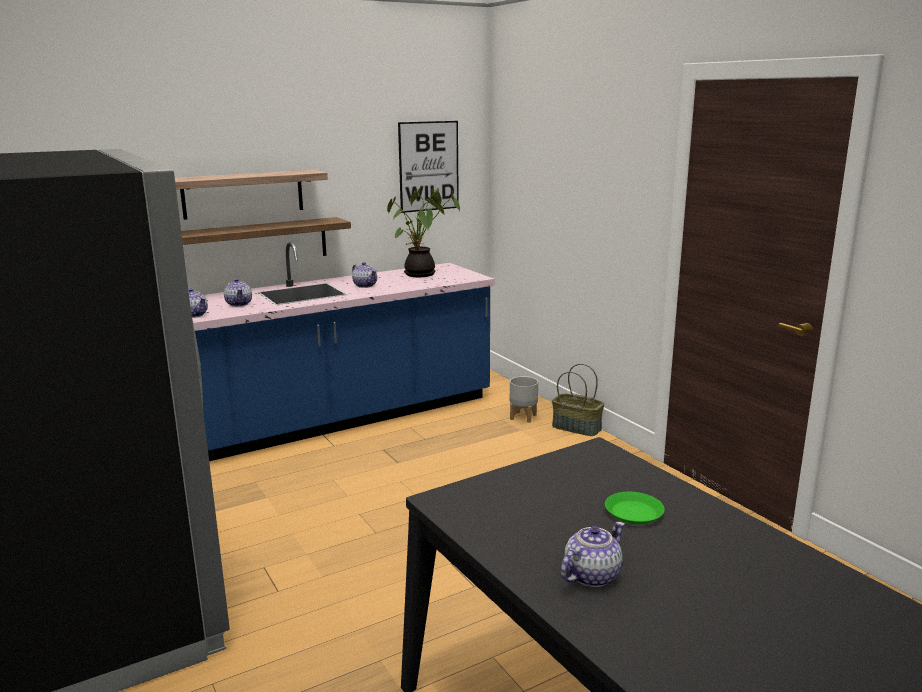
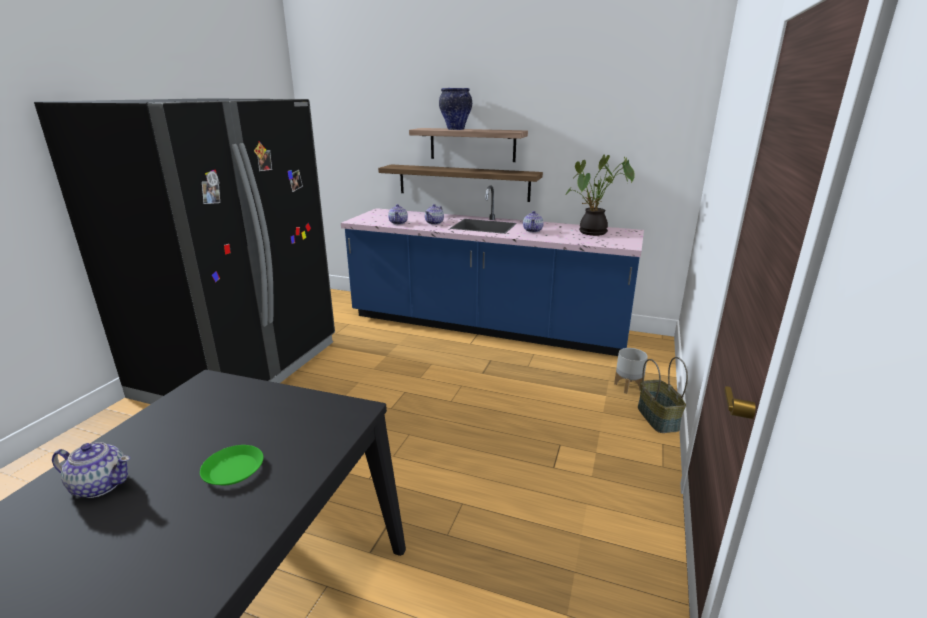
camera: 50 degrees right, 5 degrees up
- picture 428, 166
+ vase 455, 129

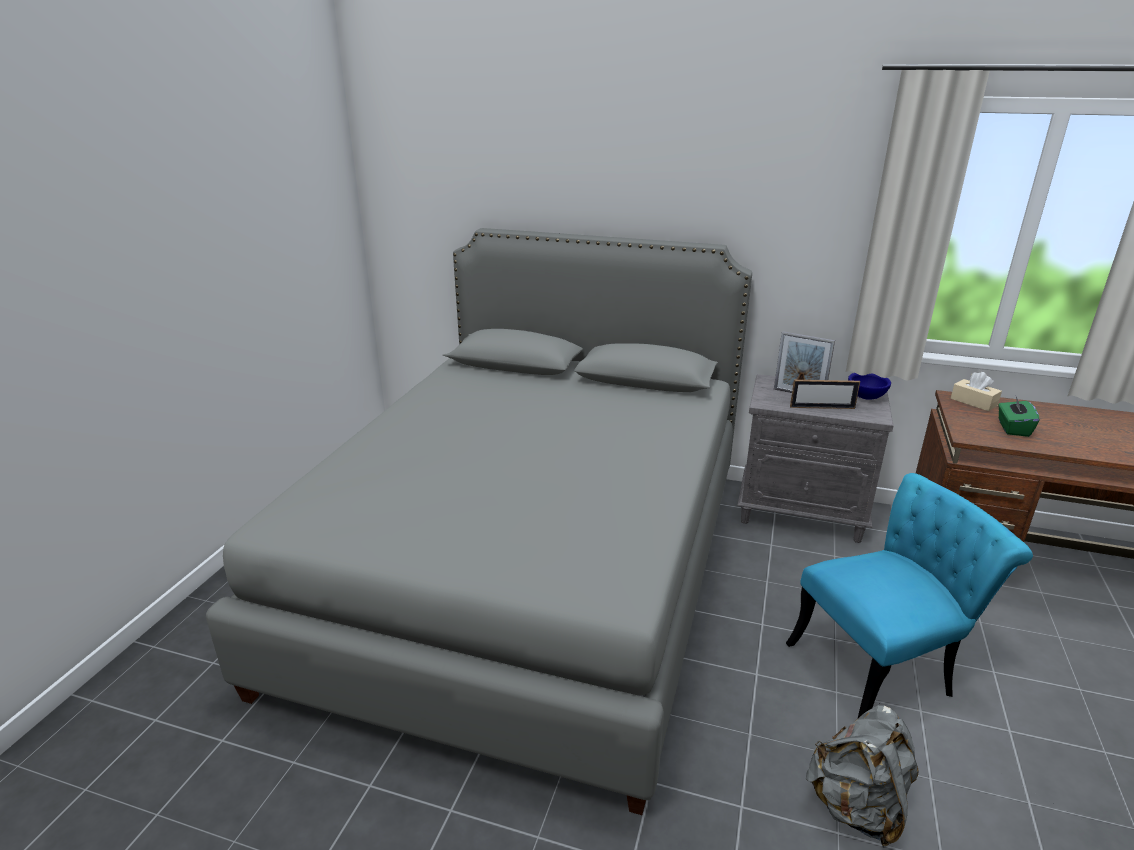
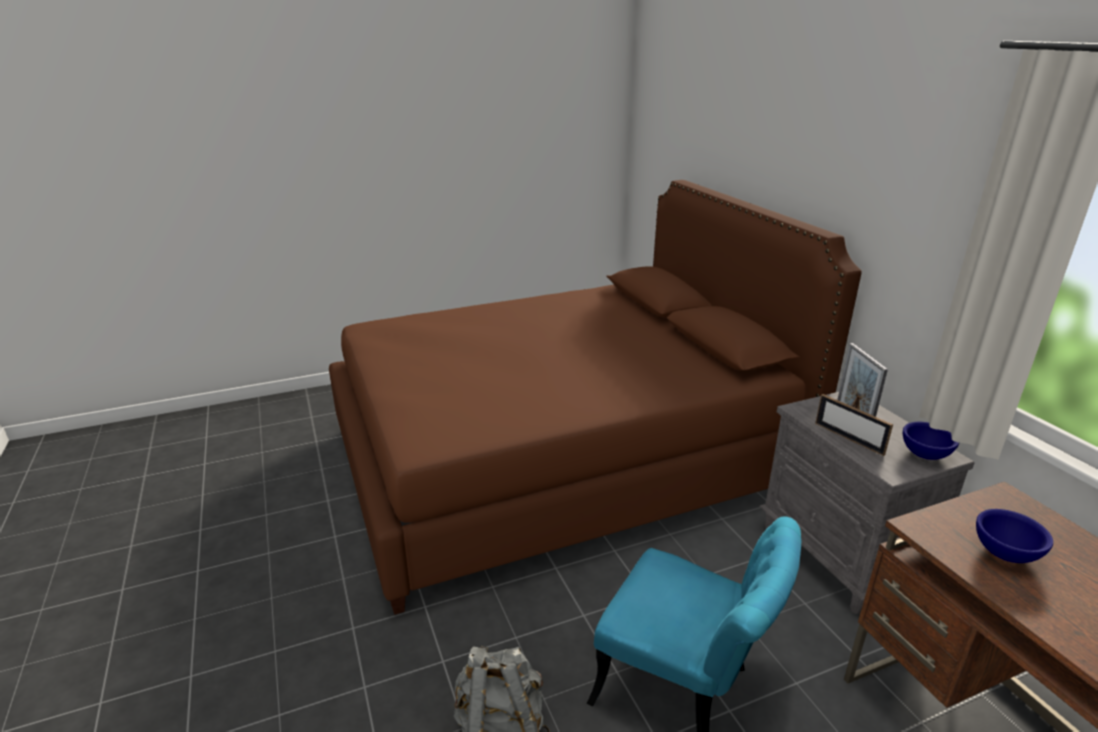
camera: 50 degrees right, 0 degrees up
- tissue box (beige) 973, 402
~ tissue box (green) 1012, 428 to bowl (blue) 1005, 554
~ bed (grey) 531, 569 to bed (brown) 559, 459

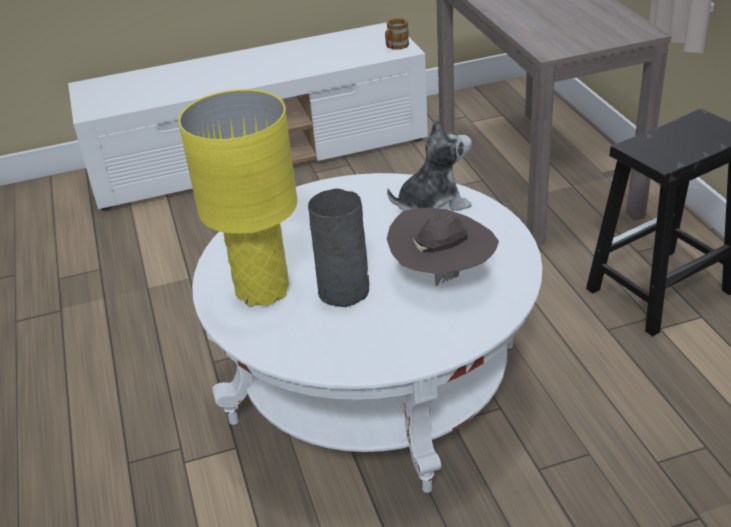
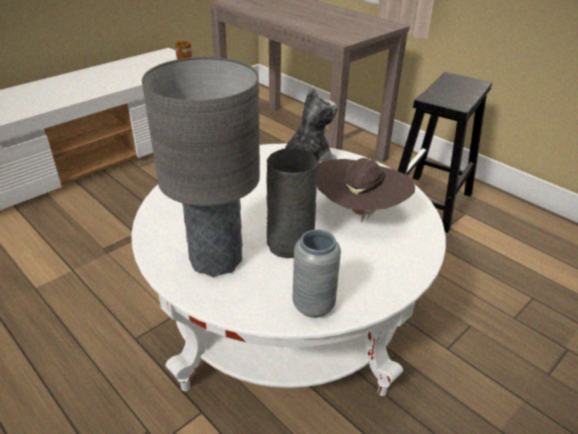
camera: 30 degrees left, 0 degrees up
+ vase (grey) 313, 305
~ table lamp (yellow) 261, 290 to table lamp (grey) 215, 260

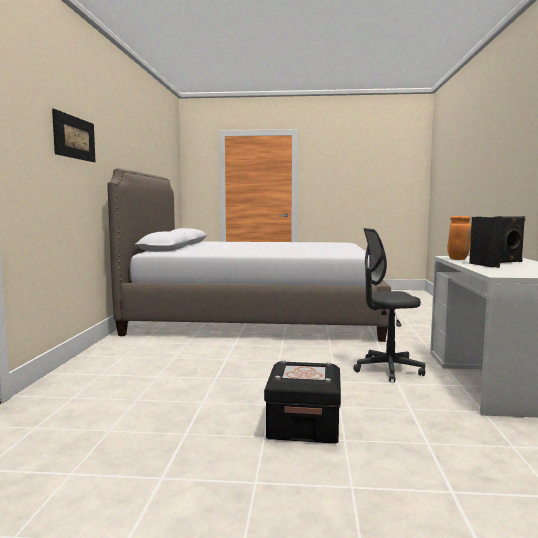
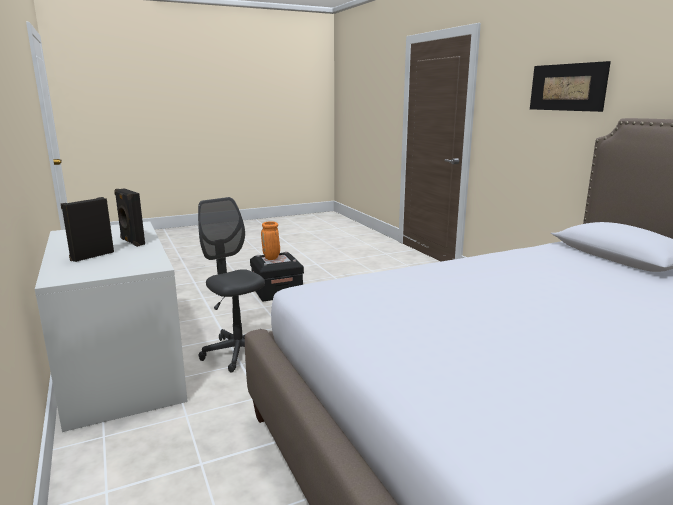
camera: 150 degrees right, 10 degrees up
~ vase (orange) 457, 259 to 271, 258
~ office chair (grey) 388, 370 = 238, 353 90 degrees counterclockwise

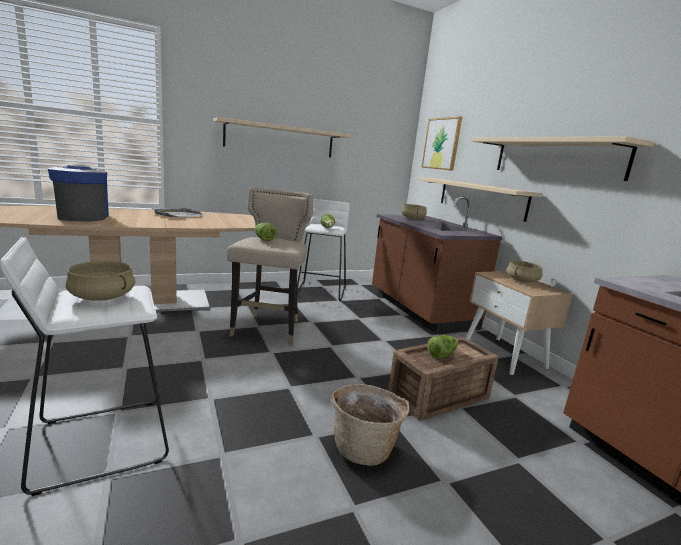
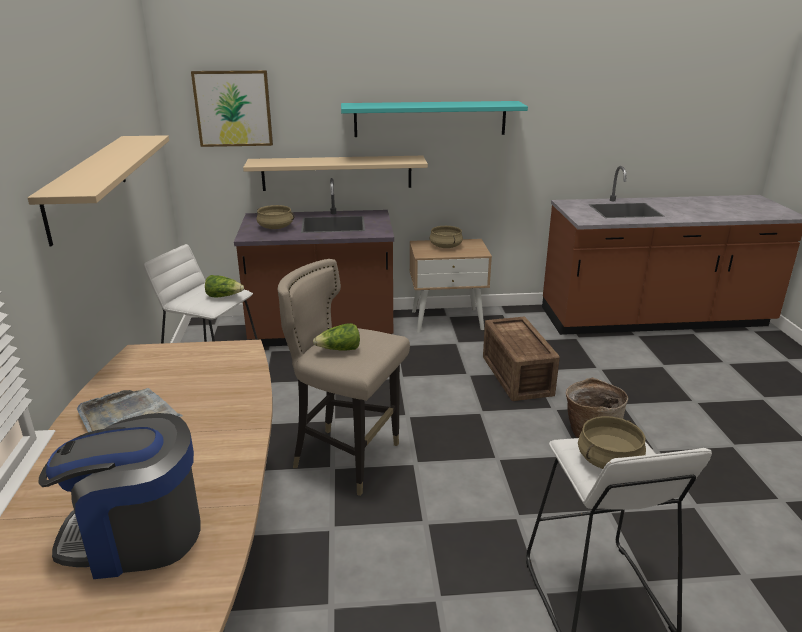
camera: 70 degrees left, 10 degrees up
- lettuce 441, 354
~ shelf (beige) 556, 158 to shelf (turquoise) 430, 119

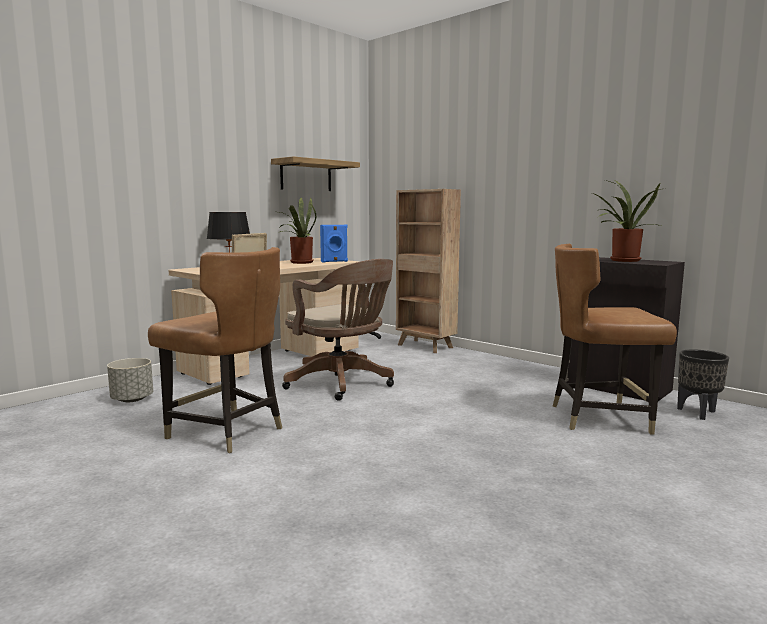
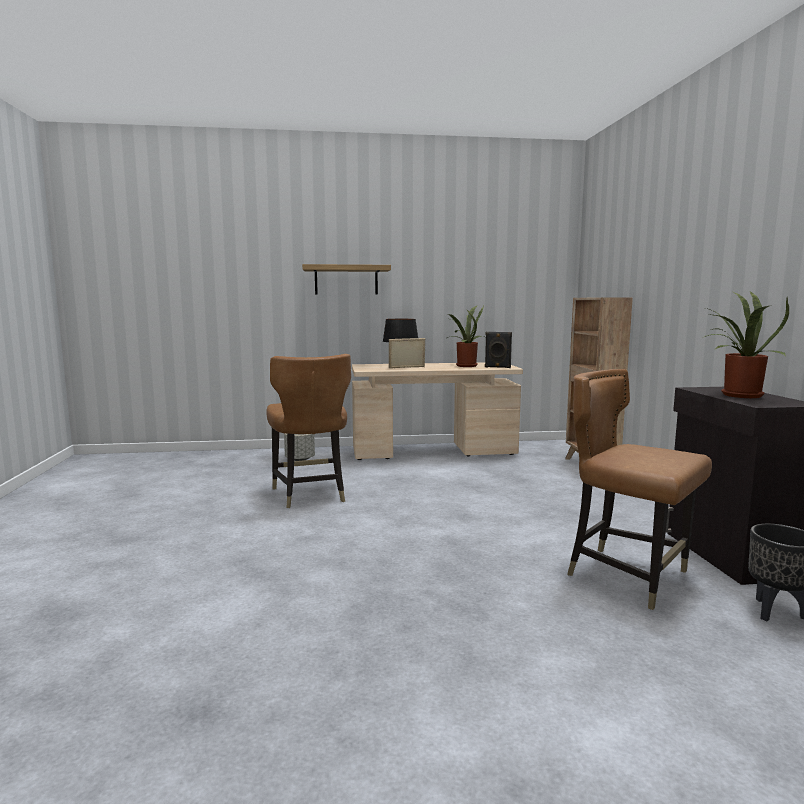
camera: 40 degrees right, 0 degrees up
- office chair (brown) 342, 384
~ shelf 306, 176 to 346, 280
~ speaker (blue) 334, 261 to speaker (black) 497, 367

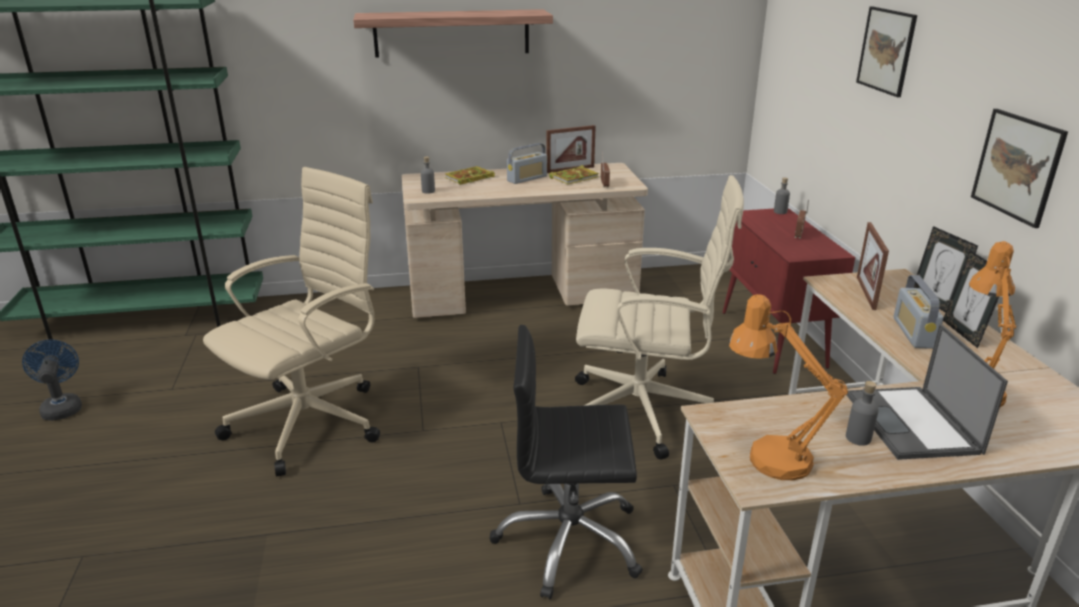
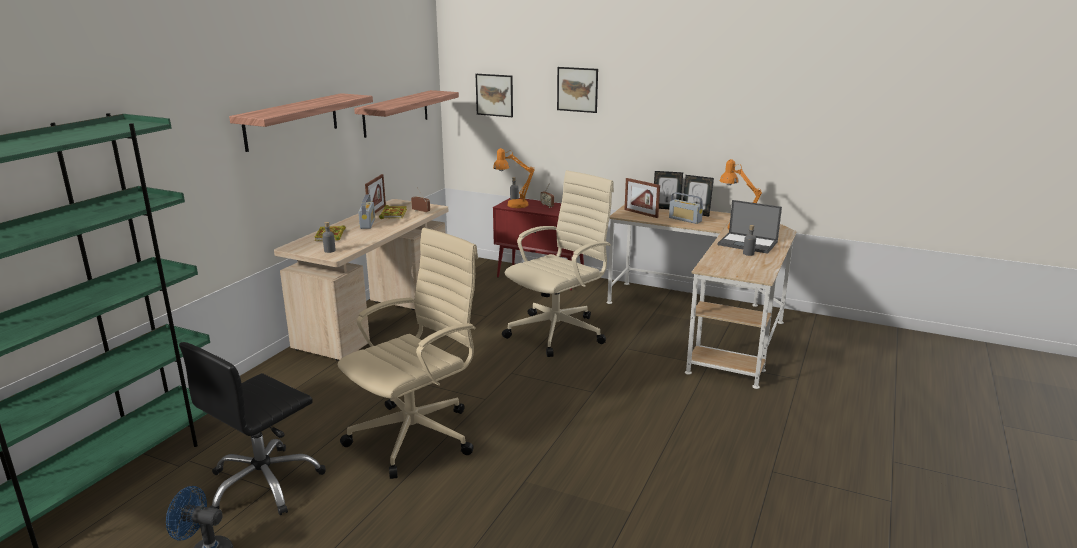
camera: 55 degrees left, 5 degrees down
+ shelf 396, 113
~ office chair (black) 569, 541 to 264, 484
~ table lamp (orange) 767, 455 to 513, 205
~ picture 1017, 166 to 494, 95
~ office chair (beige) 311, 421 = 417, 435 60 degrees clockwise

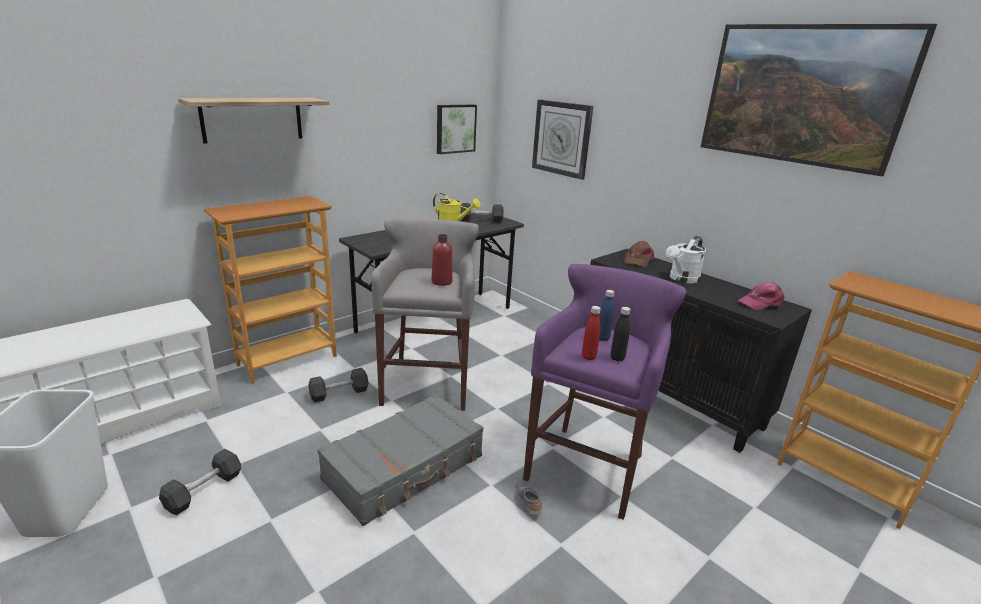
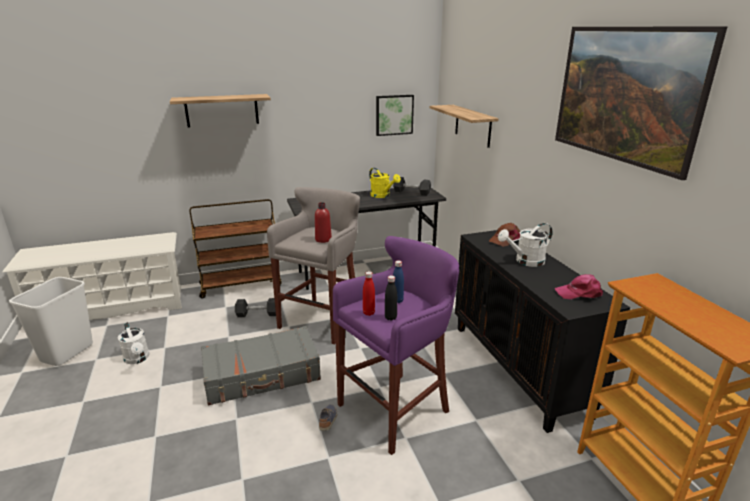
camera: 25 degrees right, 0 degrees up
~ dumbbell (grey) 204, 491 to watering can (white) 137, 359
~ bookcase 287, 360 to cart (brown) 241, 285
~ wall clock 562, 138 to shelf 473, 125

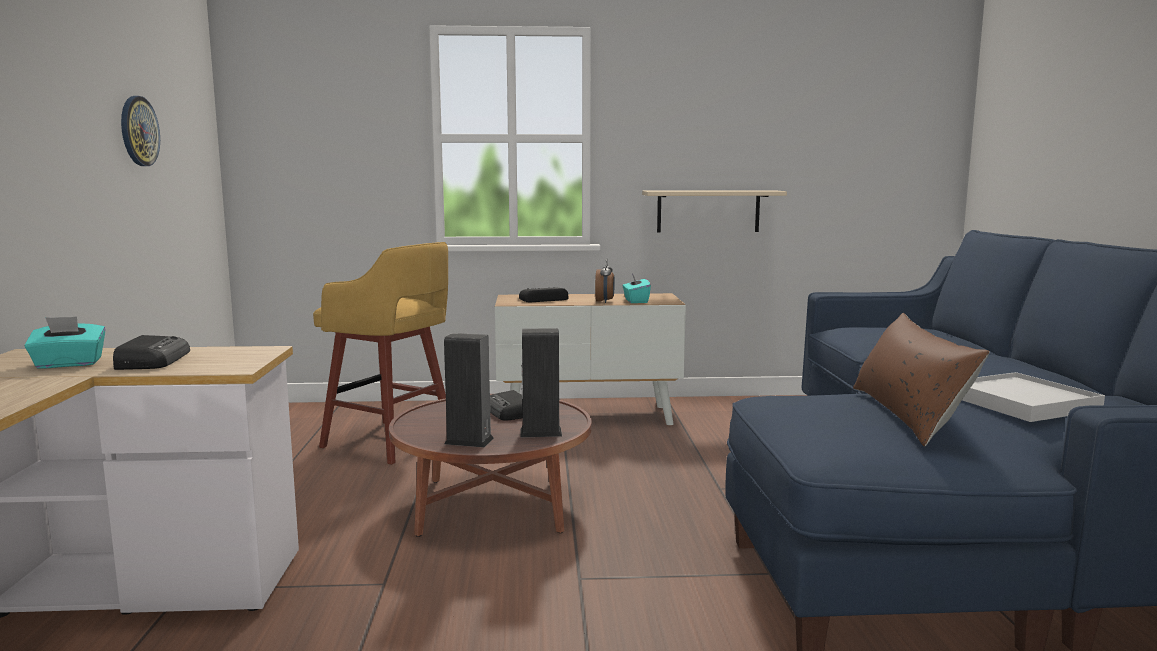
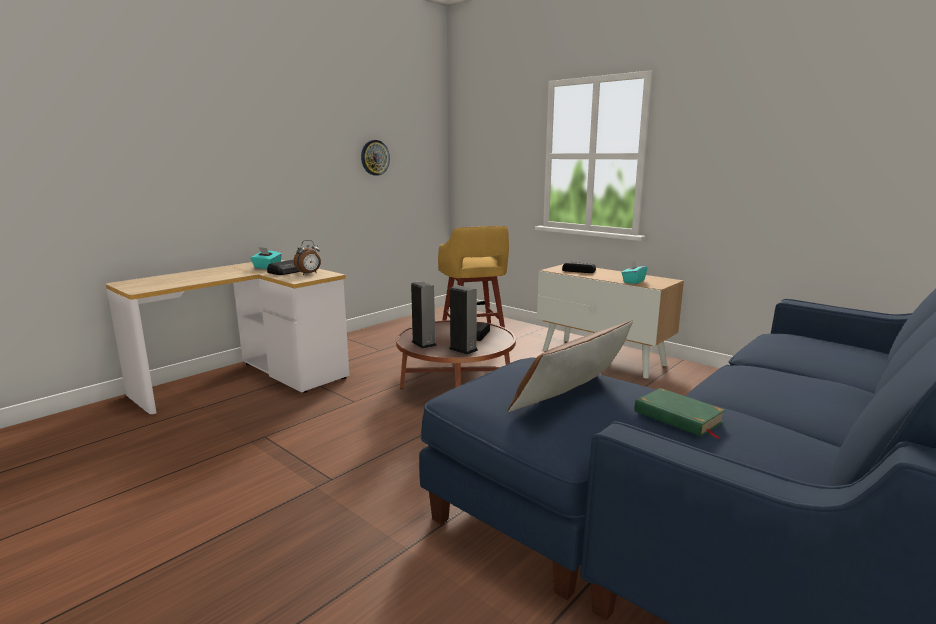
camera: 45 degrees right, 5 degrees up
- shelf (beige) 708, 211
~ alarm clock 605, 301 to 309, 273
~ tray (white) 1021, 403 to book (green) 678, 417

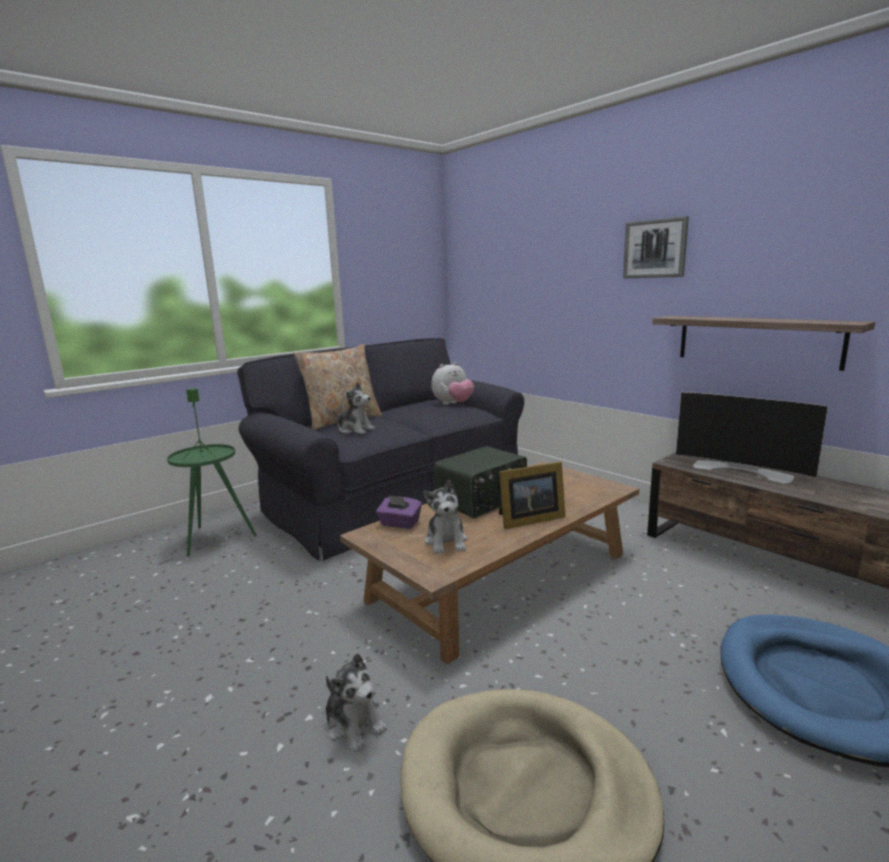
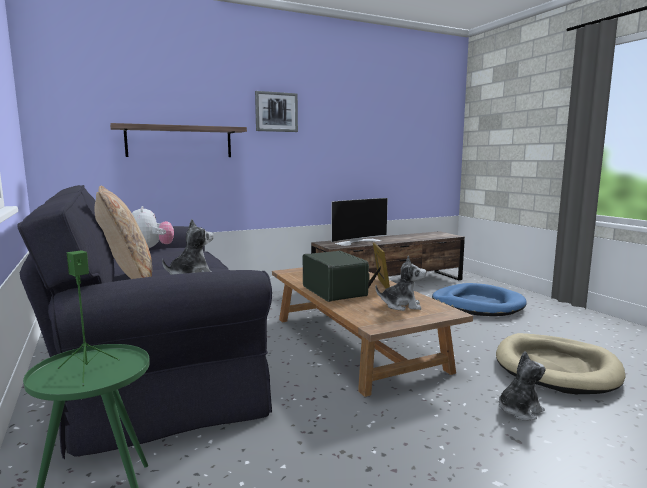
camera: 75 degrees left, 5 degrees down
- tissue box (purple) 399, 524
~ shelf 756, 340 to 179, 142

